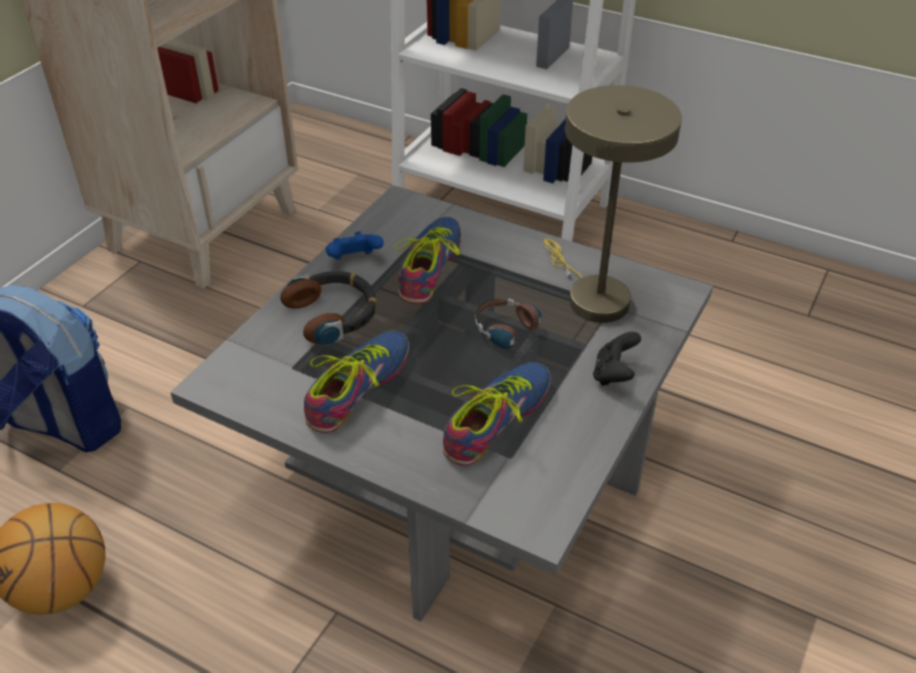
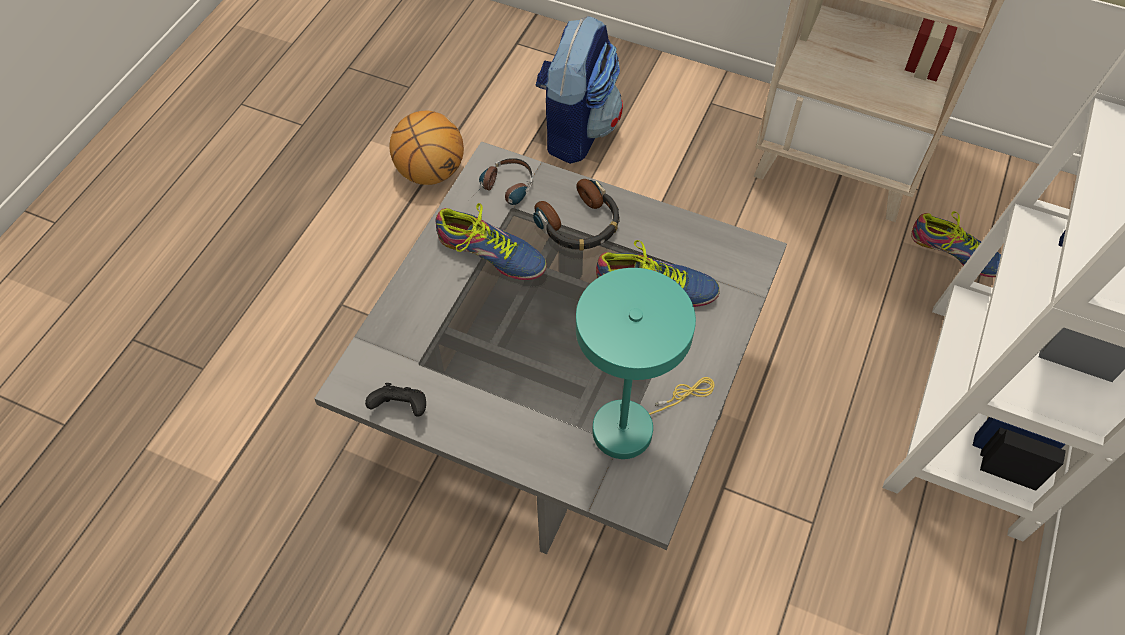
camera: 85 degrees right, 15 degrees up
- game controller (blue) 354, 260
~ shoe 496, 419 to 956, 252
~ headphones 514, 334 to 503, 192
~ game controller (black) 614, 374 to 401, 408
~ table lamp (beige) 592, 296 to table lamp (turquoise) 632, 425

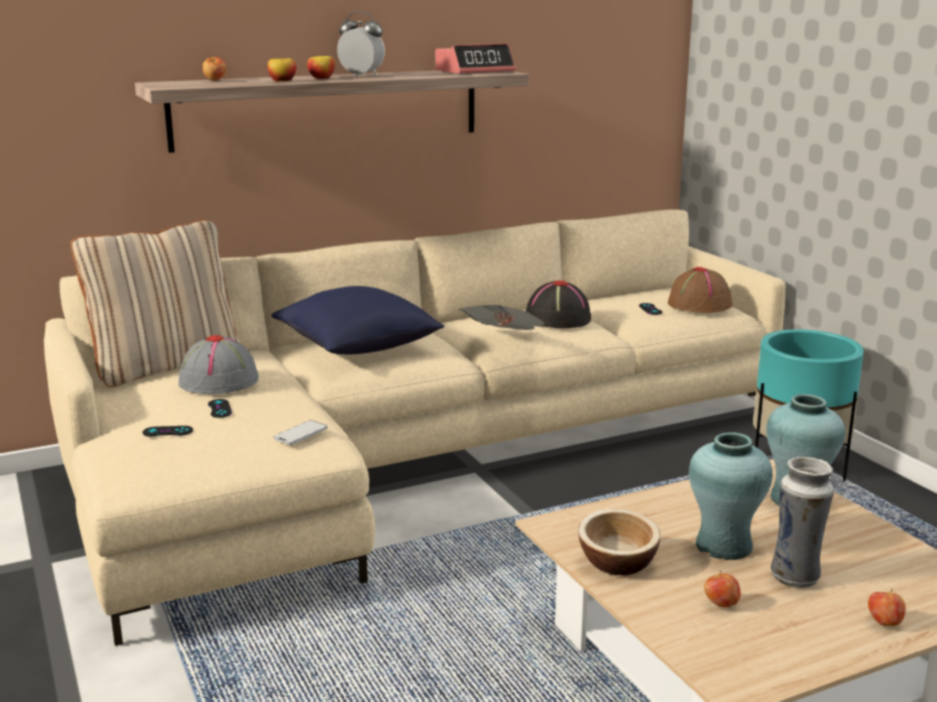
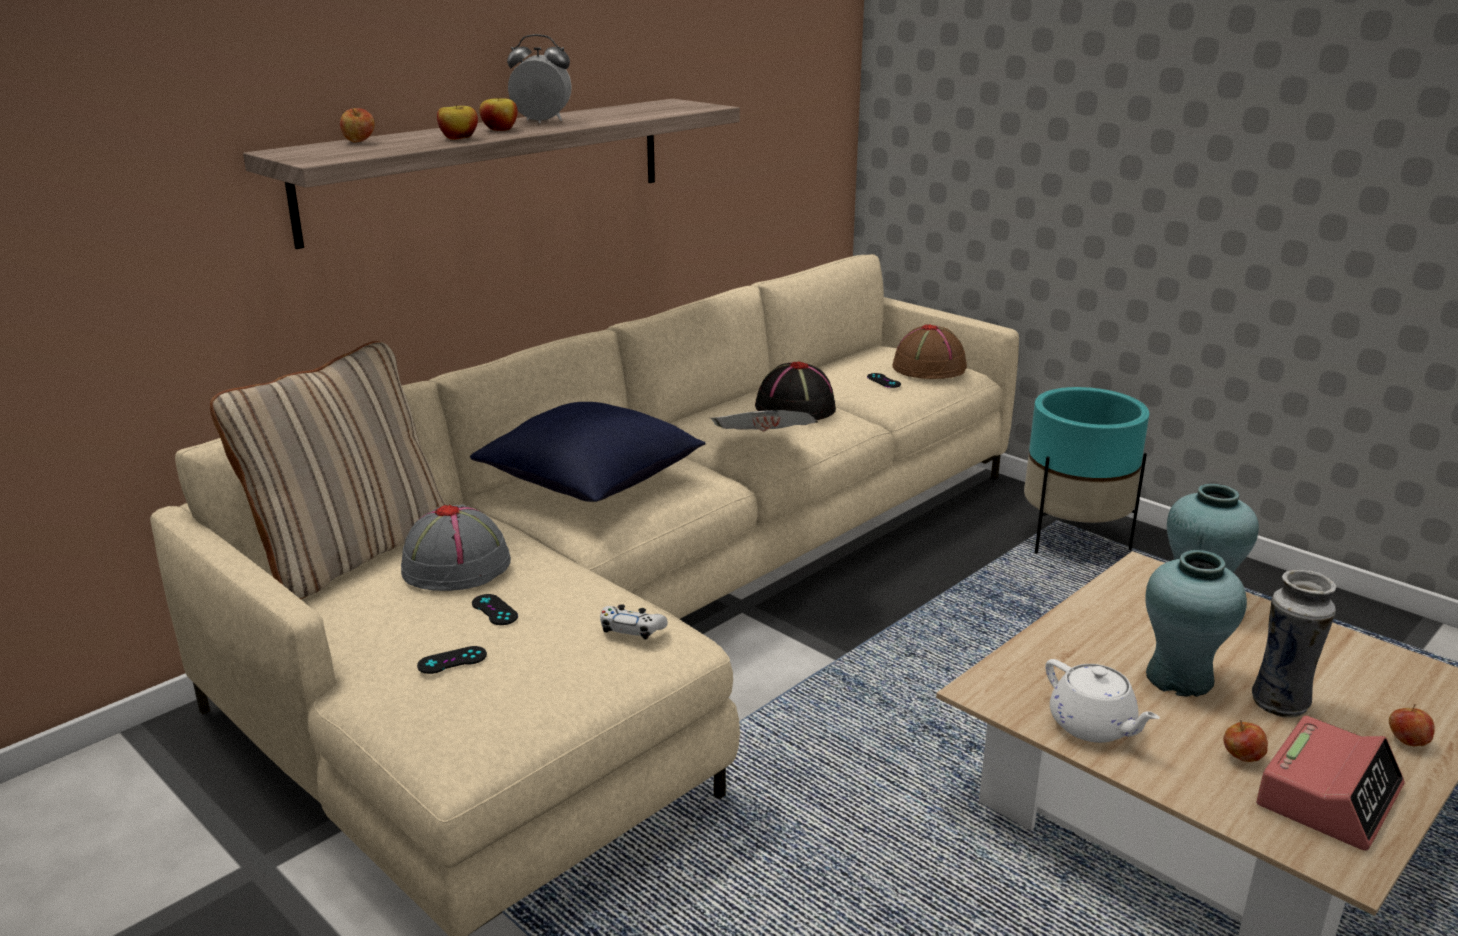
camera: 20 degrees left, 5 degrees up
~ alarm clock 475, 71 to 1328, 796
~ phone 300, 434 to game controller (white) 632, 629
~ bowl 617, 562 to teapot (white) 1093, 726

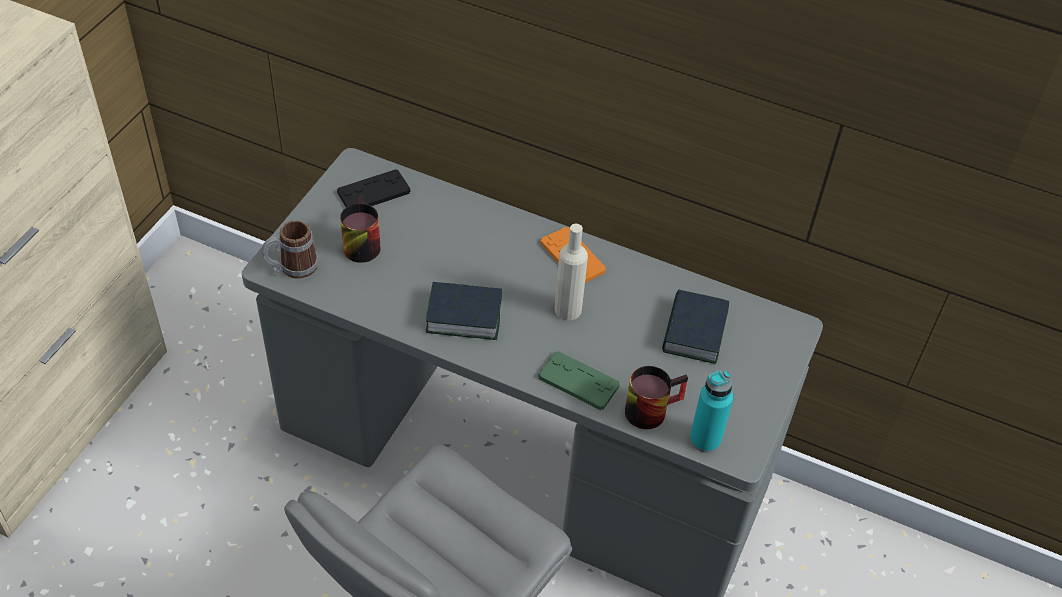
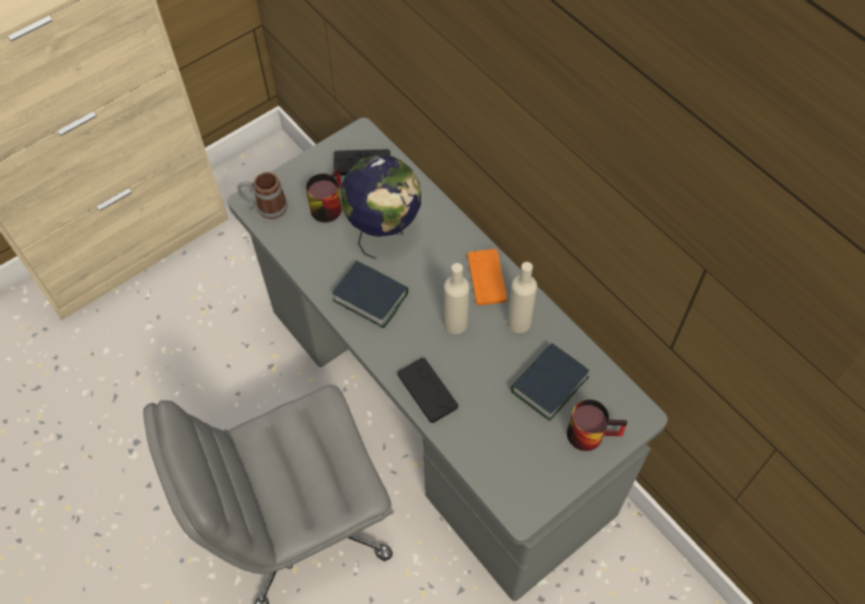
camera: 30 degrees right, 10 degrees up
- bottle (turquoise) 705, 439
+ globe 384, 231
+ bottle (beige) 519, 322
~ mug 650, 407 to 591, 431
~ game controller (green) 578, 381 to game controller (black) 427, 390

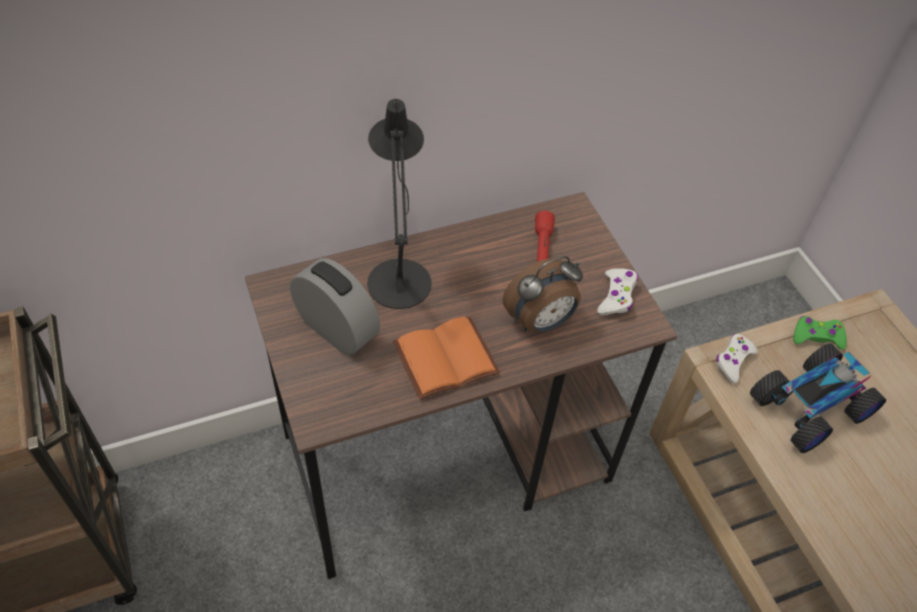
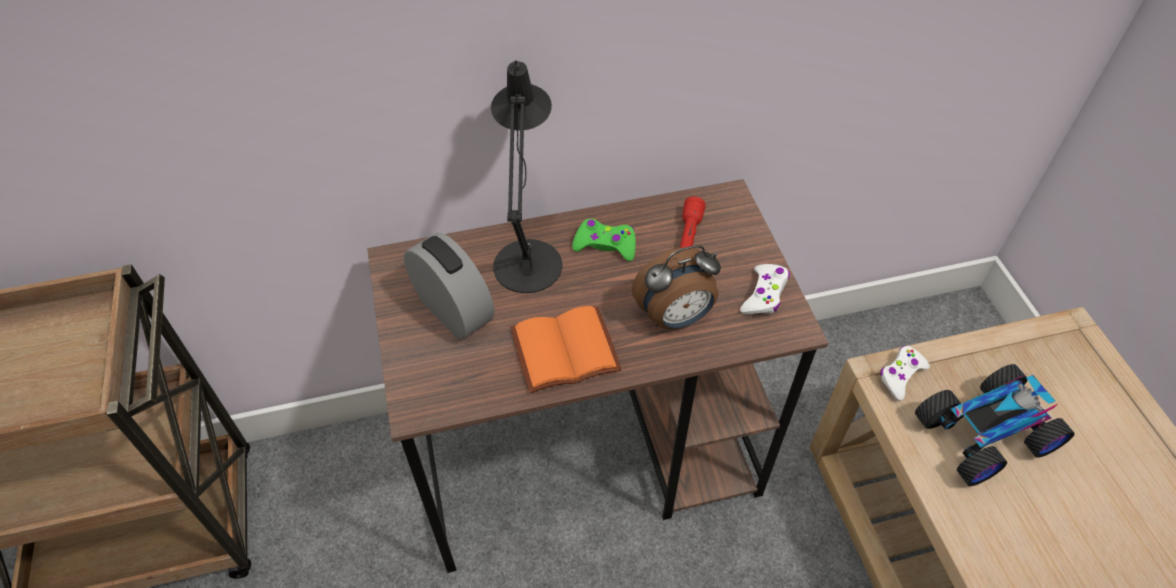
camera: 10 degrees right, 0 degrees up
~ game controller (green) 817, 337 to 605, 245

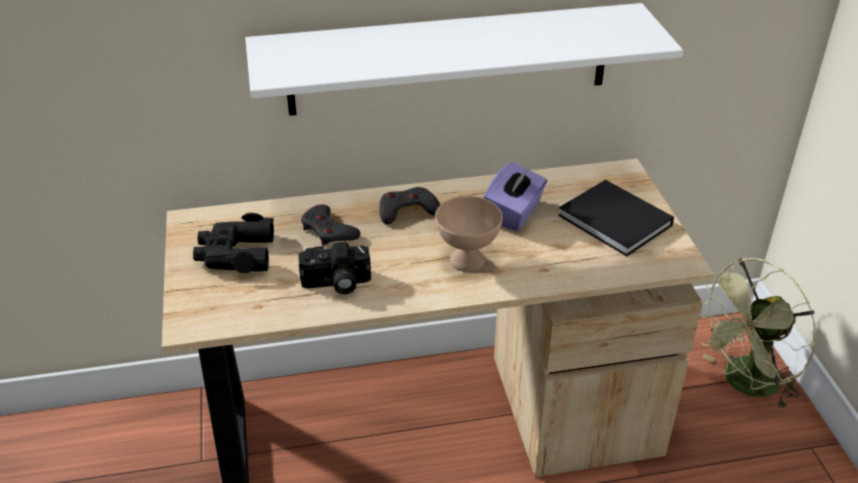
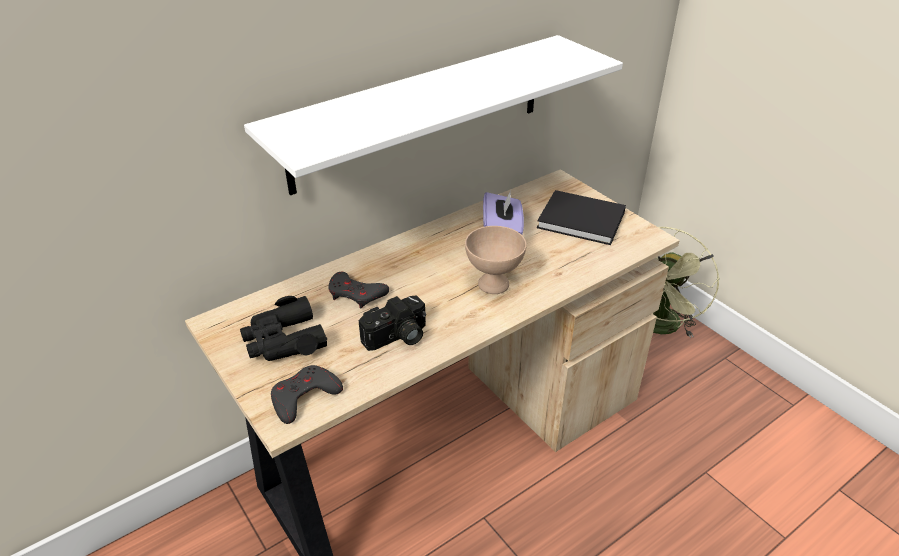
camera: 25 degrees left, 0 degrees up
~ game controller (grey) 407, 210 to 304, 397

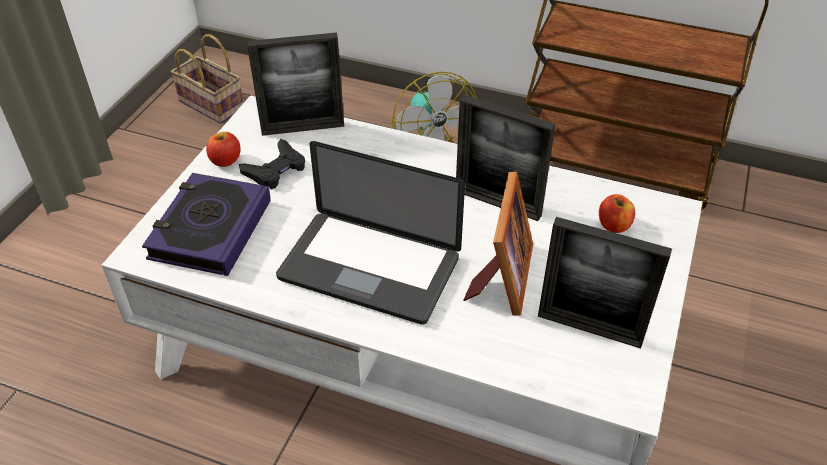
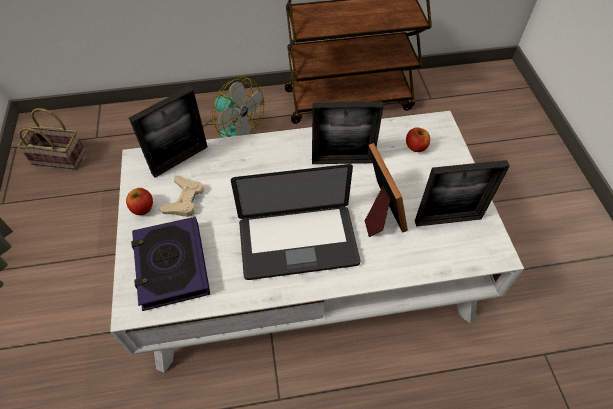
camera: 30 degrees left, 10 degrees up
~ game controller (black) 275, 170 to game controller (beige) 184, 199

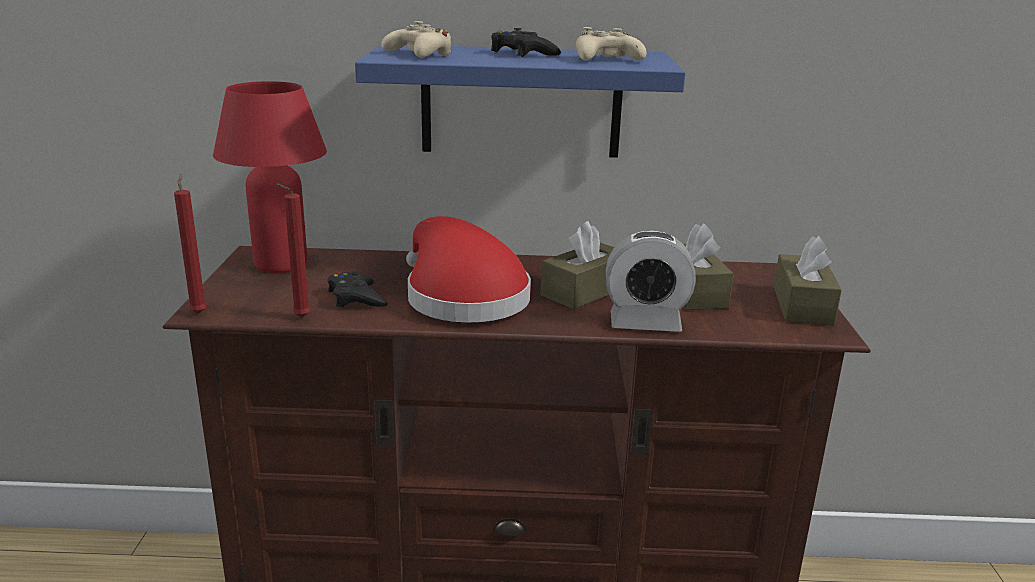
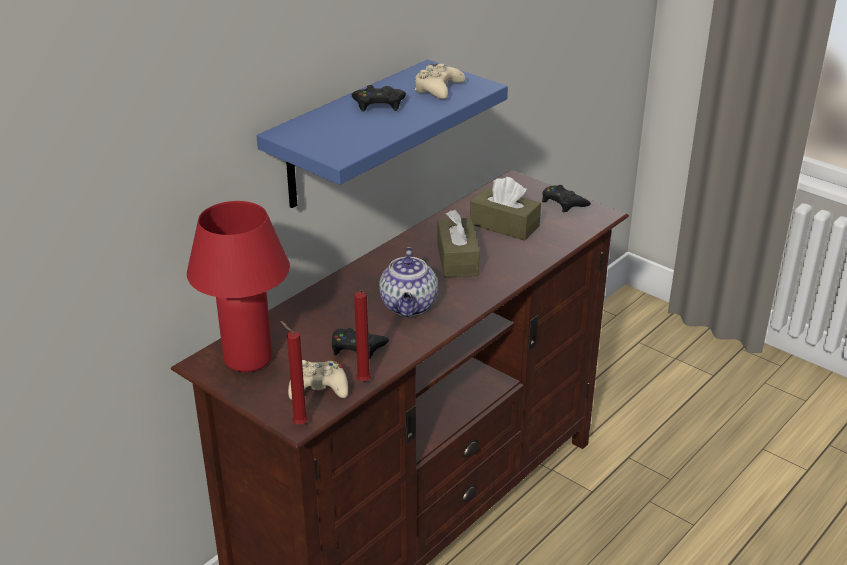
camera: 50 degrees left, 10 degrees up
- alarm clock 645, 323
~ game controller (beige) 419, 54 to 319, 388
~ hat (red) 461, 297 to teapot 409, 306
~ tissue box (brown) 802, 305 to game controller (black) 563, 203

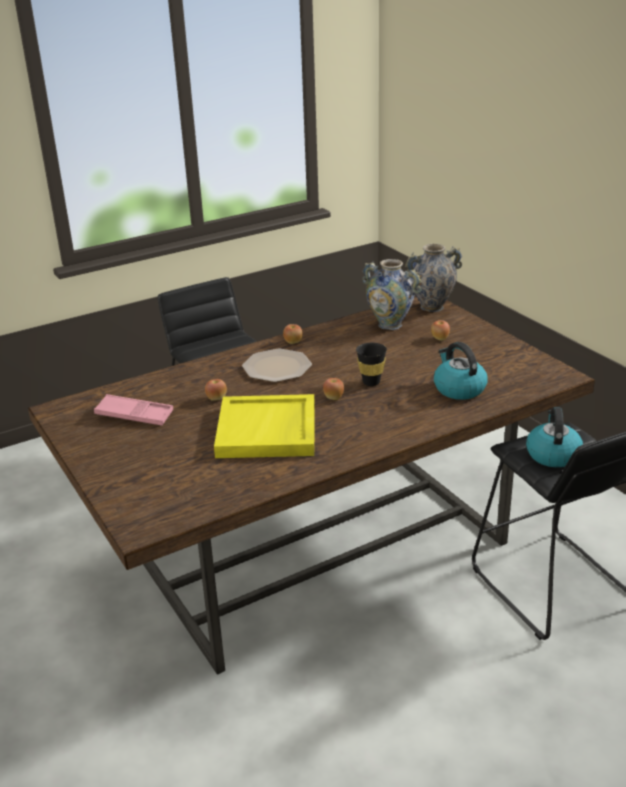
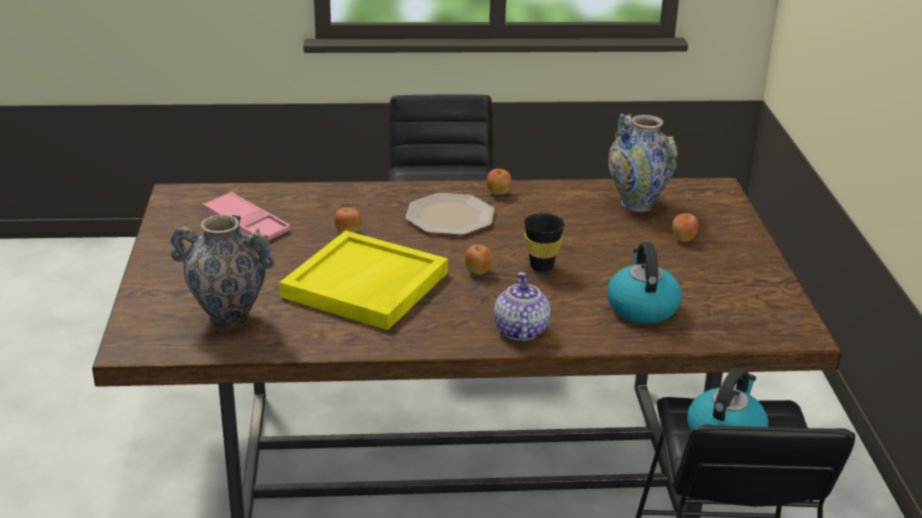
camera: 25 degrees right, 0 degrees up
+ teapot 520, 331
~ vase 431, 307 to 228, 318

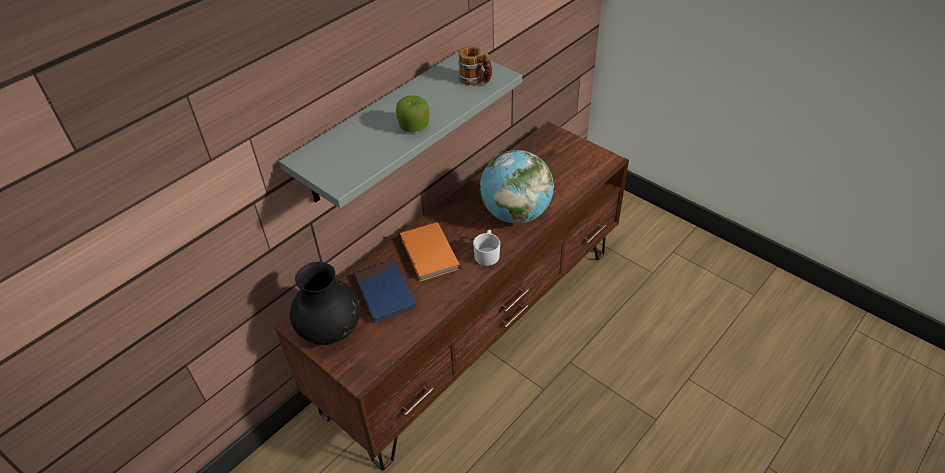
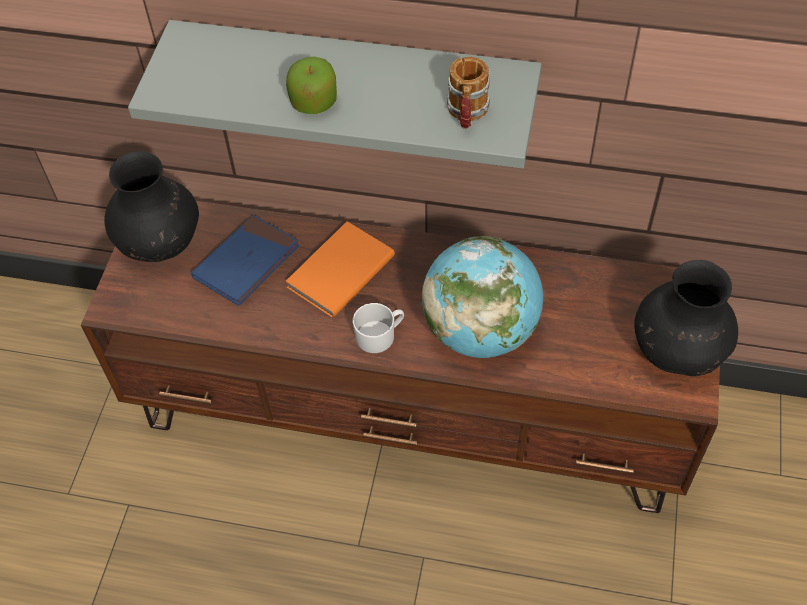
camera: 60 degrees right, 10 degrees up
+ vase (black) 676, 352

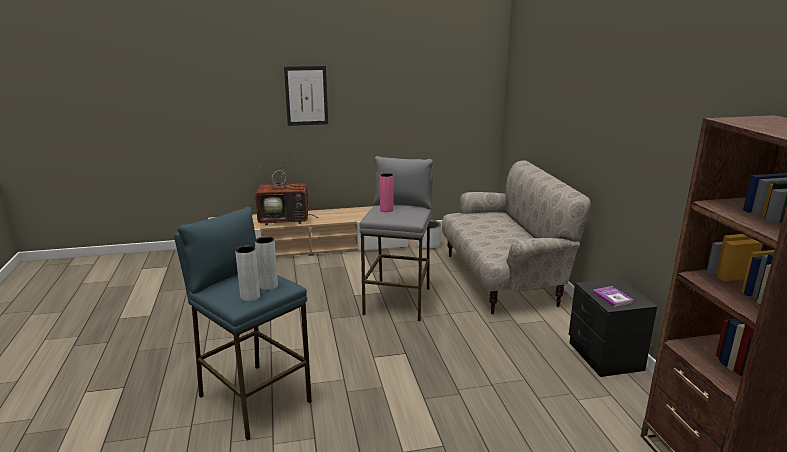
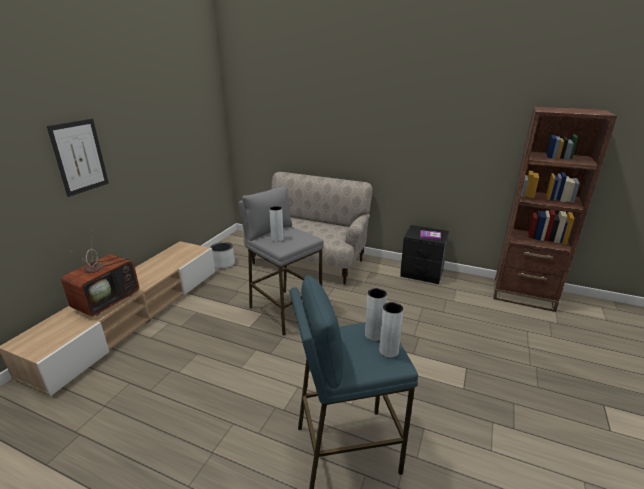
camera: 55 degrees left, 5 degrees up
~ vase (pink) 386, 210 to vase (grey) 277, 239

